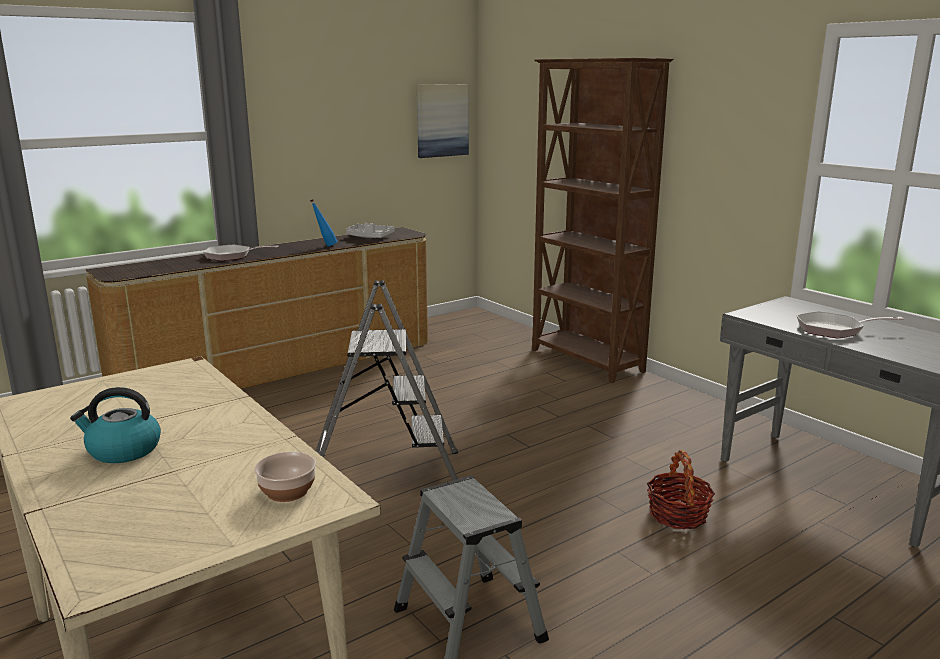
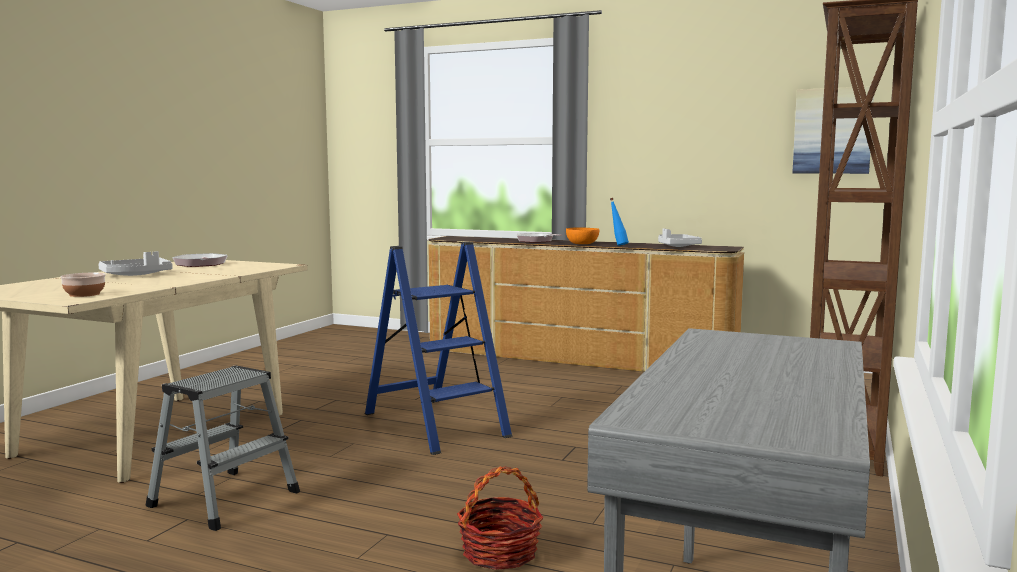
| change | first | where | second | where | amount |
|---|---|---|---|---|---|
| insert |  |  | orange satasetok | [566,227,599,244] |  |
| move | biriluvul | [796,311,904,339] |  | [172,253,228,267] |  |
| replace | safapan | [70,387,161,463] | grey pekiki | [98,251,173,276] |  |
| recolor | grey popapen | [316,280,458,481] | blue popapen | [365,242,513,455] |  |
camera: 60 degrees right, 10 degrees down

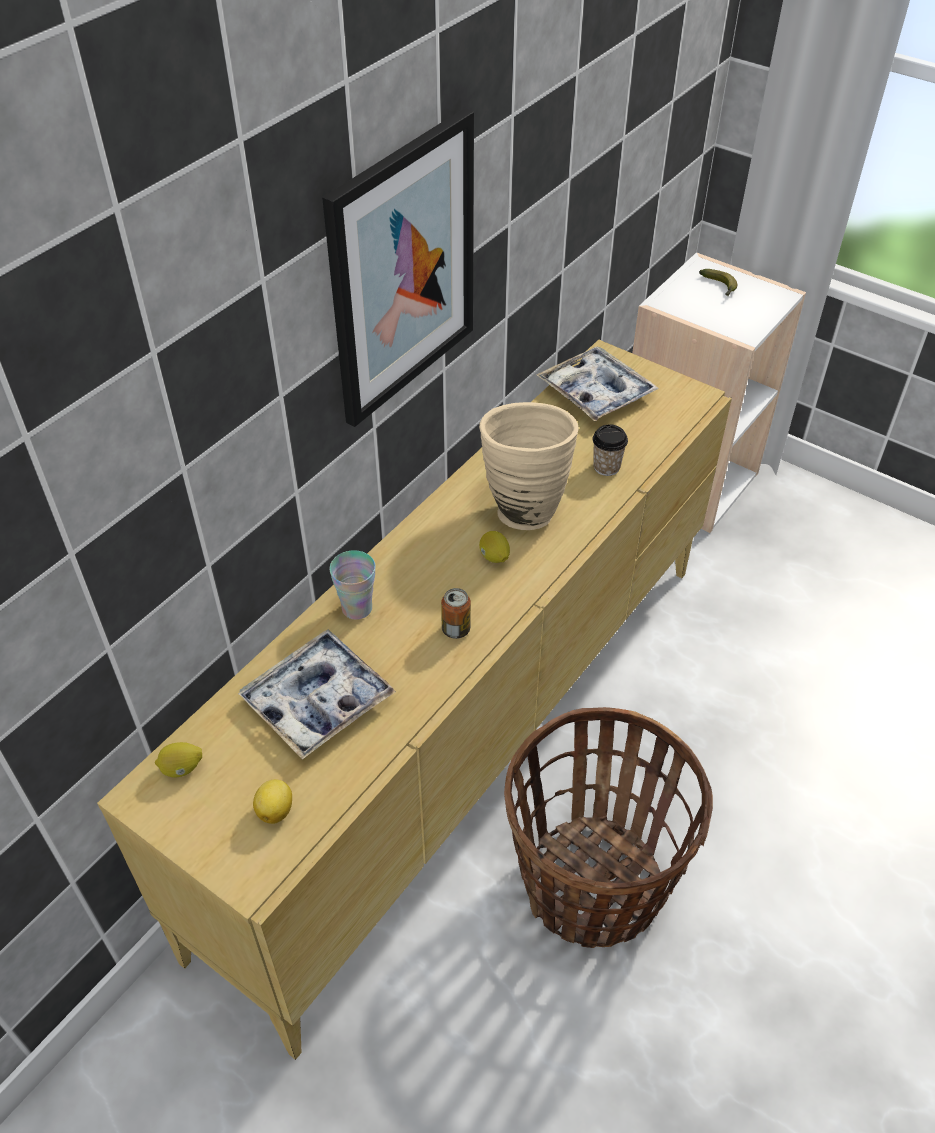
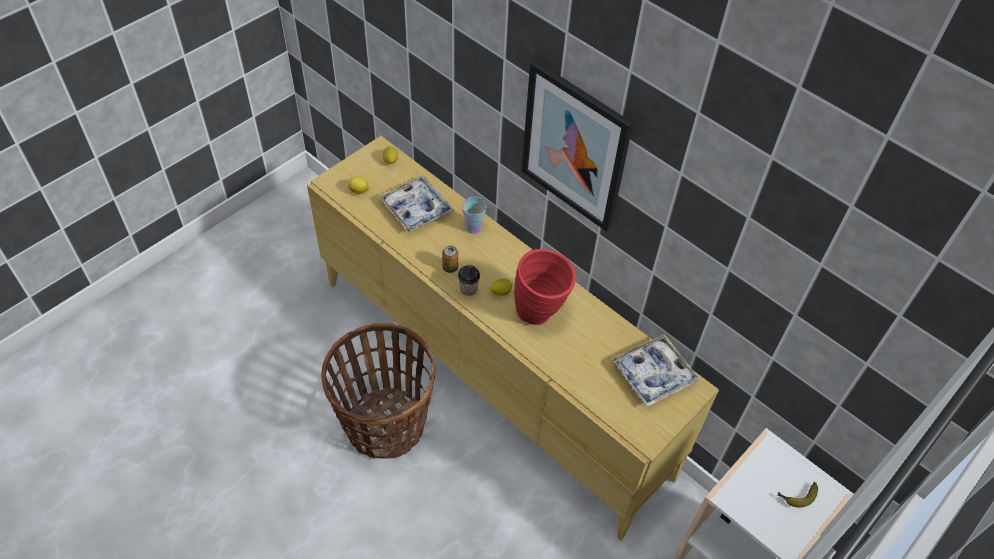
| change | first | where | second | where | amount |
|---|---|---|---|---|---|
| move | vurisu | [593,425,628,476] |  | [458,265,480,296] |  |
| recolor | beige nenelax | [479,402,579,530] | red nenelax | [514,249,576,325] |  |
camera: 95 degrees right, 5 degrees up

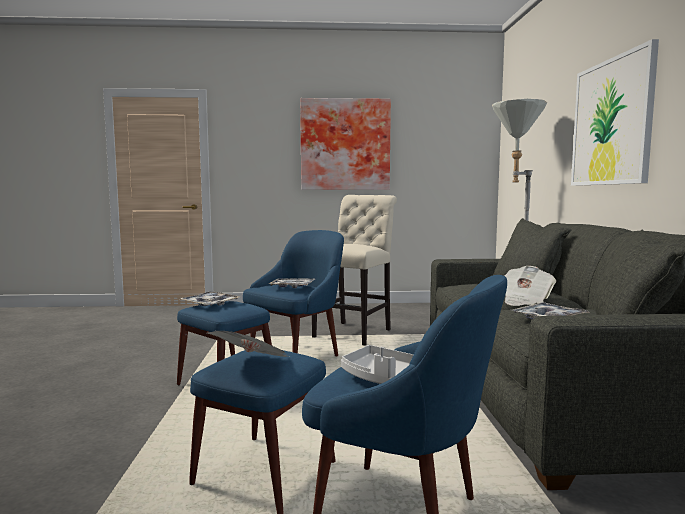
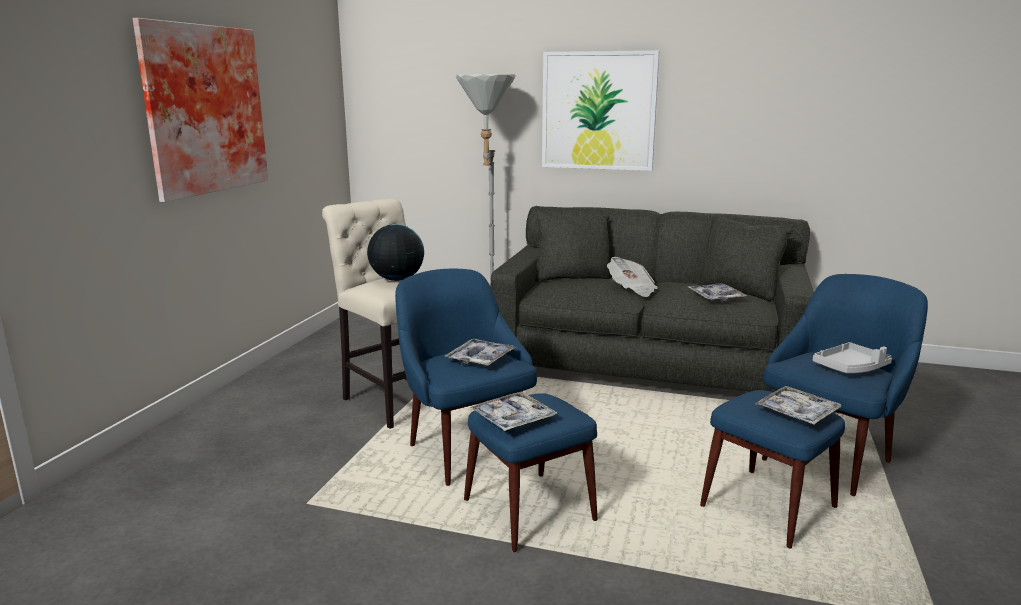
| change | first | where | second | where | amount |
|---|---|---|---|---|---|
| insert |  |  | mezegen | [367,224,424,281] |  |
| replace | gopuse | [207,331,288,357] | pekiki | [756,386,842,425] |  |
camera: 70 degrees left, 10 degrees up

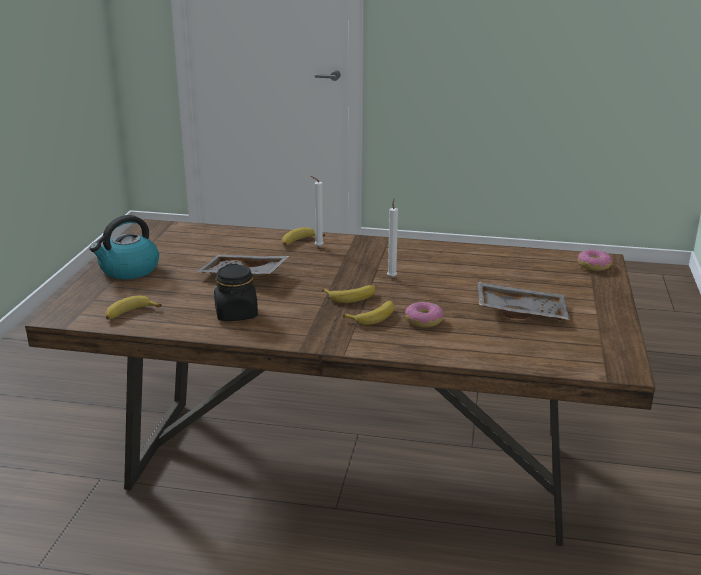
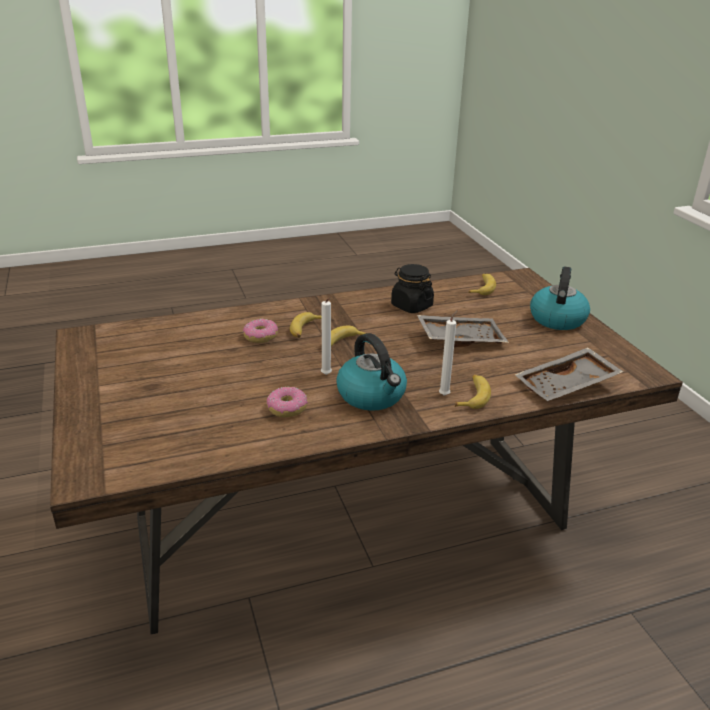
| change | first | where | second | where | amount |
|---|---|---|---|---|---|
| insert |  |  | safapan | [336,333,407,411] |  |
| move | grey pekiki | [477,282,570,321] |  | [515,347,624,401] |  |
| move | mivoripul | [578,250,612,271] |  | [266,387,308,418] |  |
camera: 150 degrees right, 5 degrees up

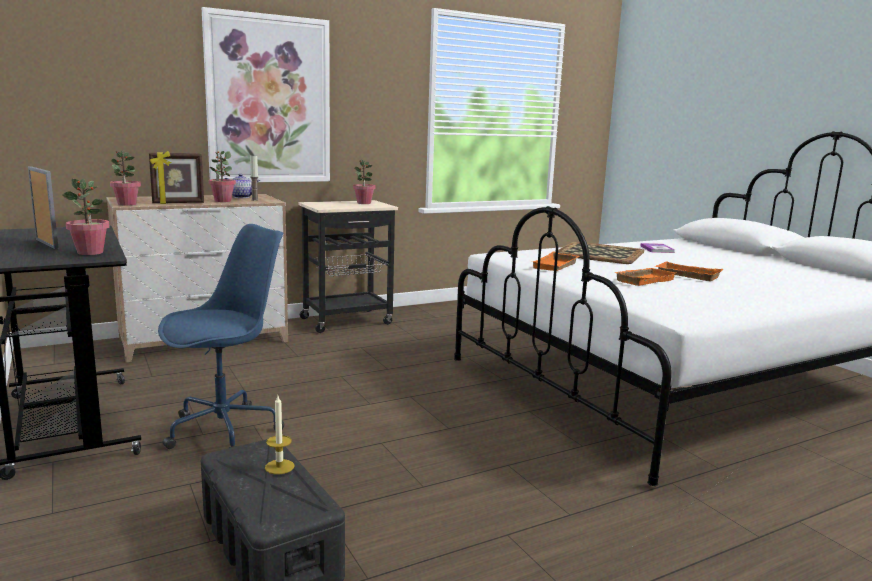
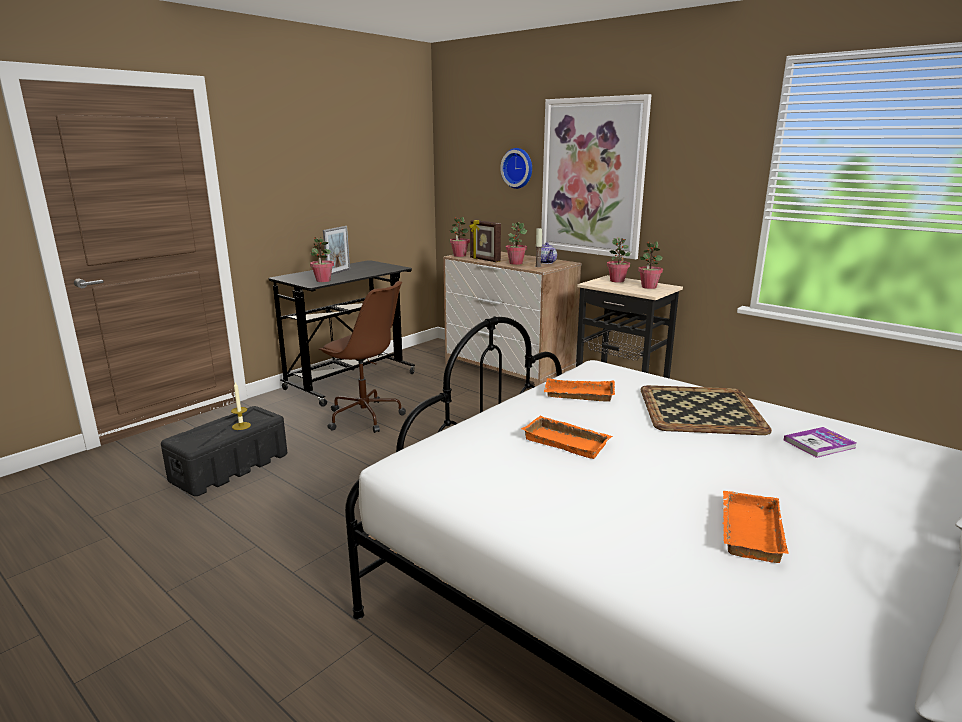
| change | first | where | second | where | amount |
|---|---|---|---|---|---|
| insert |  |  | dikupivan | [500,148,532,189] |  |
| insert |  |  | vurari | [607,237,631,283] |  |
| move | orange pekiki | [655,261,723,281] |  | [723,491,789,563] |  |
| recolor | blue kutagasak | [158,224,285,449] | brown kutagasak | [319,281,406,433] |  |
camera: 70 degrees right, 5 degrees up

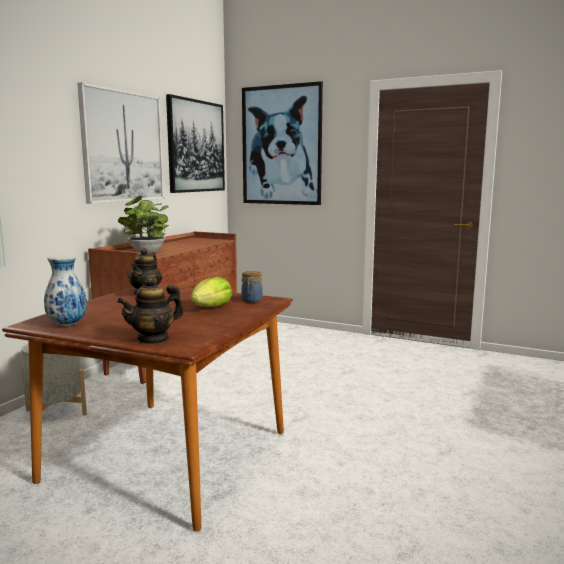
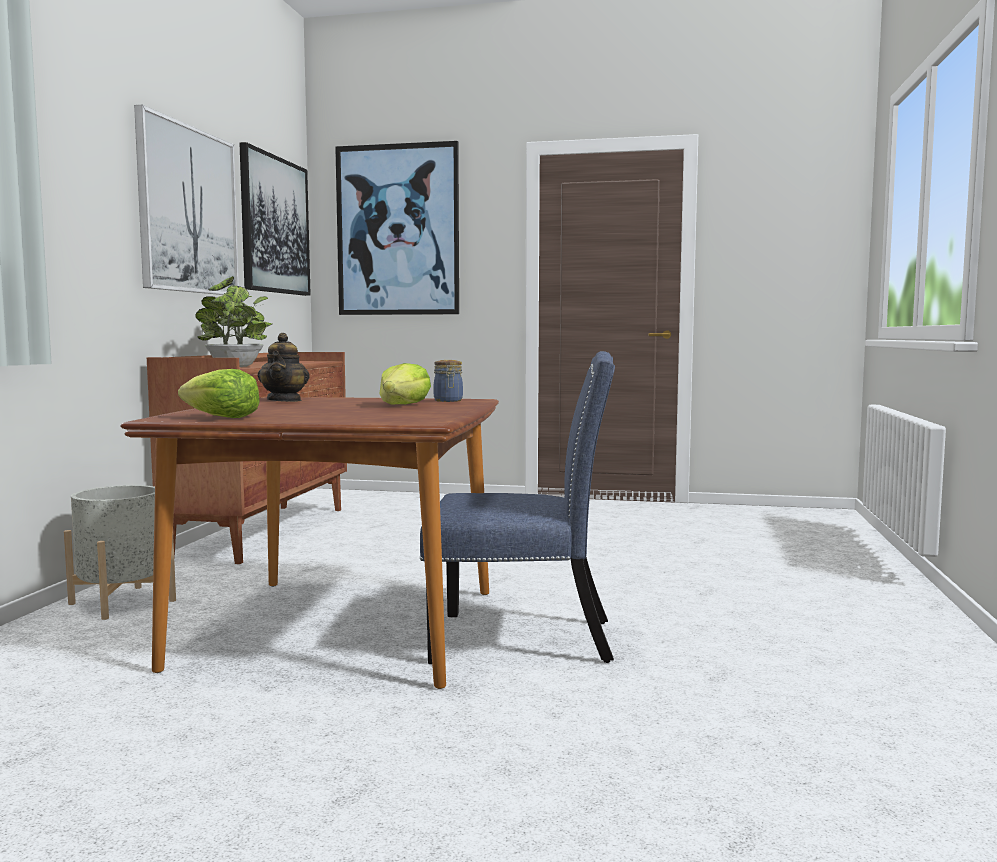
| change | first | where | second | where | amount |
|---|---|---|---|---|---|
| delete | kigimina | [117,277,184,344] |  |  |  |
| insert |  |  | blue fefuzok | [420,351,615,664] |  |
| replace | nenelax | [44,255,87,326] | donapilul | [178,369,259,418] |  |
camera: 15 degrees left, 5 degrees down

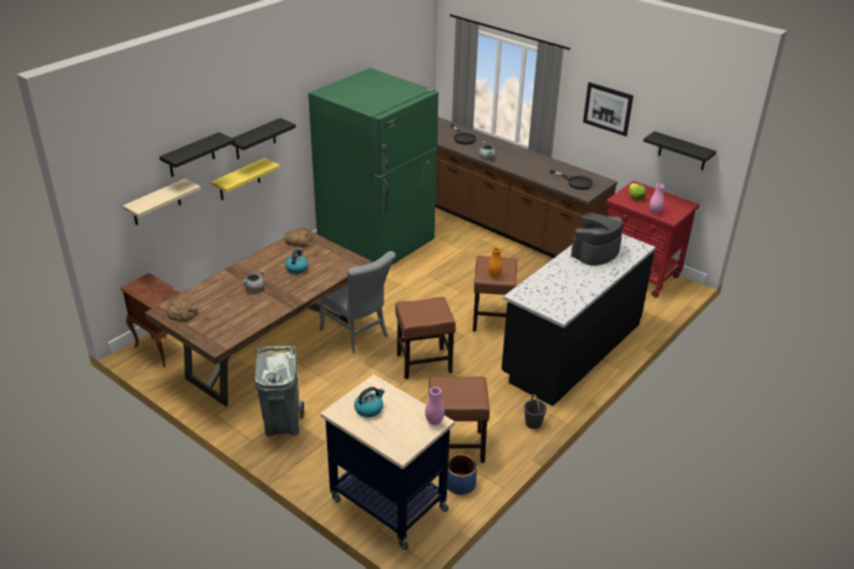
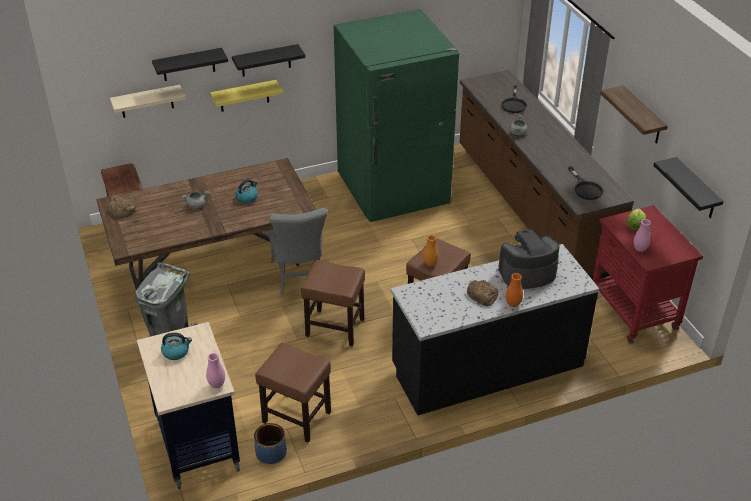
| change | first | where | second | where | amount |
|---|---|---|---|---|---|
| delete | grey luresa | [524,394,547,429] |  |  |  |
| insert |  |  | orange nenelax | [506,273,523,307] |  |
| move | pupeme | [284,229,311,247] |  | [467,280,499,306] |  |
| replace | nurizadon | [583,82,633,136] | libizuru | [600,85,668,144] |  |
camera: 30 degrees right, 5 degrees up

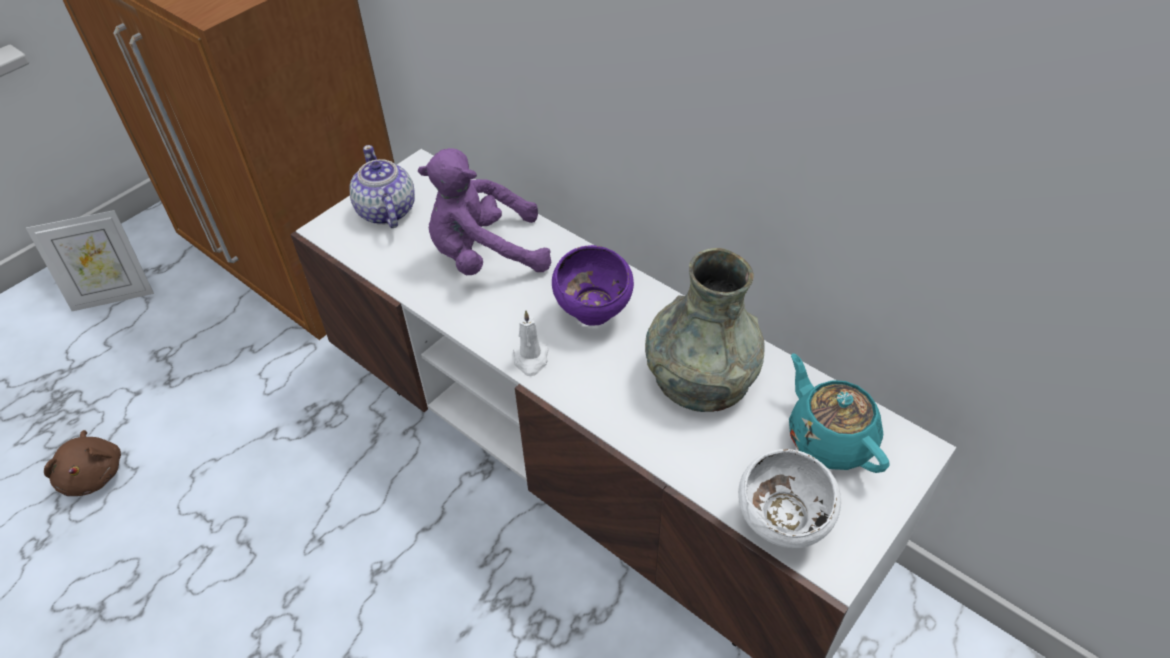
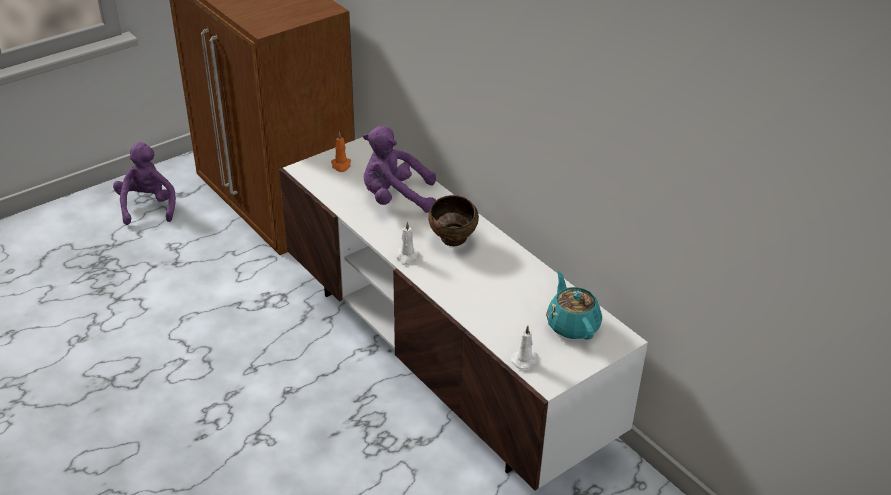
| change | first | where | second | where | amount |
|---|---|---|---|---|---|
| delete | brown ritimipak | [44,430,121,496] |  |  |  |
| delete | grey nenelax | [645,248,765,412] |  |  |  |
| replace | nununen | [26,210,154,311] | purple ritimipak | [113,142,176,225] |  |
| replace | kigimina | [350,145,415,228] | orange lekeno | [331,132,351,172] |  |
| replace | white satasetok | [738,449,841,548] | white lekeno | [511,325,539,369] |  |
| recolor | purple satasetok | [552,245,634,326] | brown satasetok | [428,195,479,247] |  |
camera: 10 degrees right, 10 degrees down

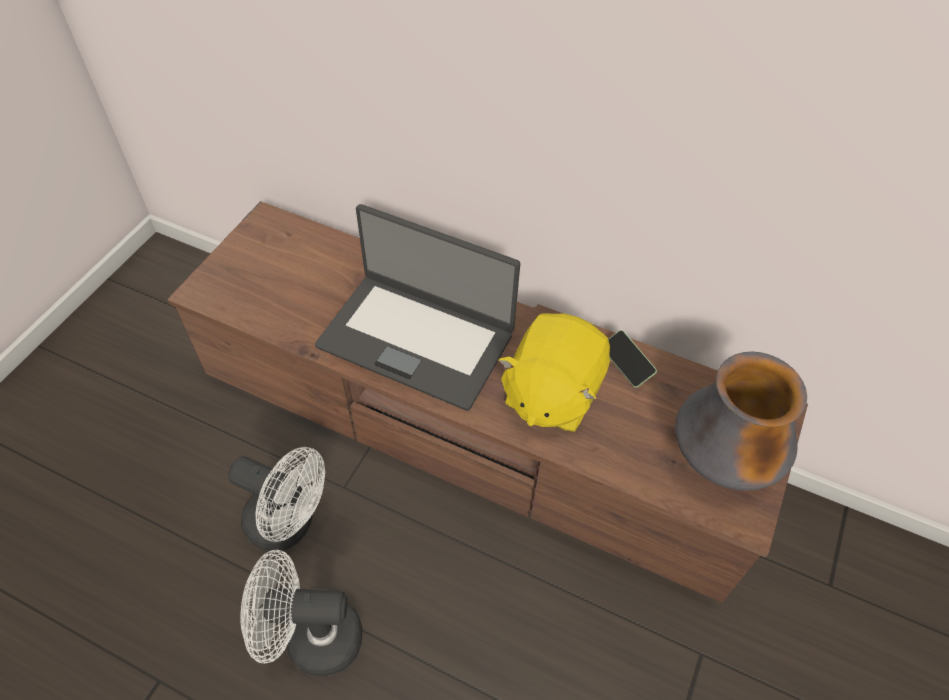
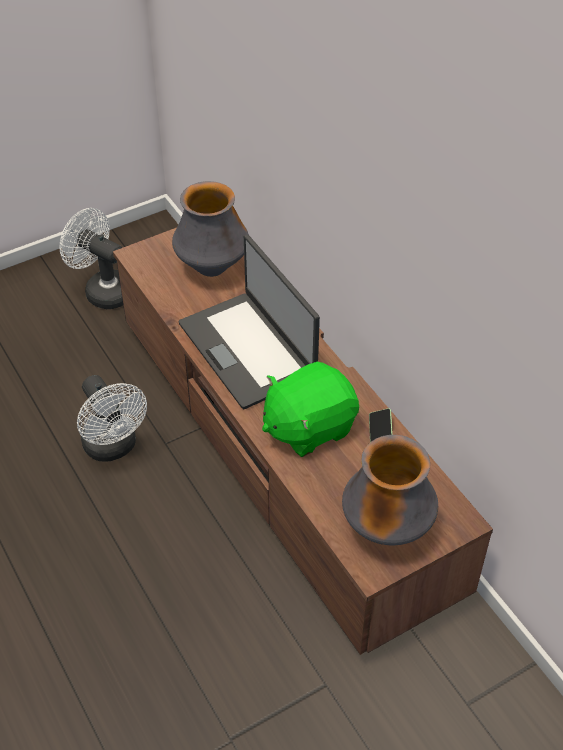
| change | first | where | second | where | amount |
|---|---|---|---|---|---|
| insert |  |  | nenelax | [172,181,249,277] |  |
| move | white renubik | [240,550,362,676] |  | [60,208,123,309] |  |
| recolor | yellow ritimipak | [498,313,610,432] | green ritimipak | [262,362,359,457] |  |
camera: 35 degrees right, 5 degrees down

